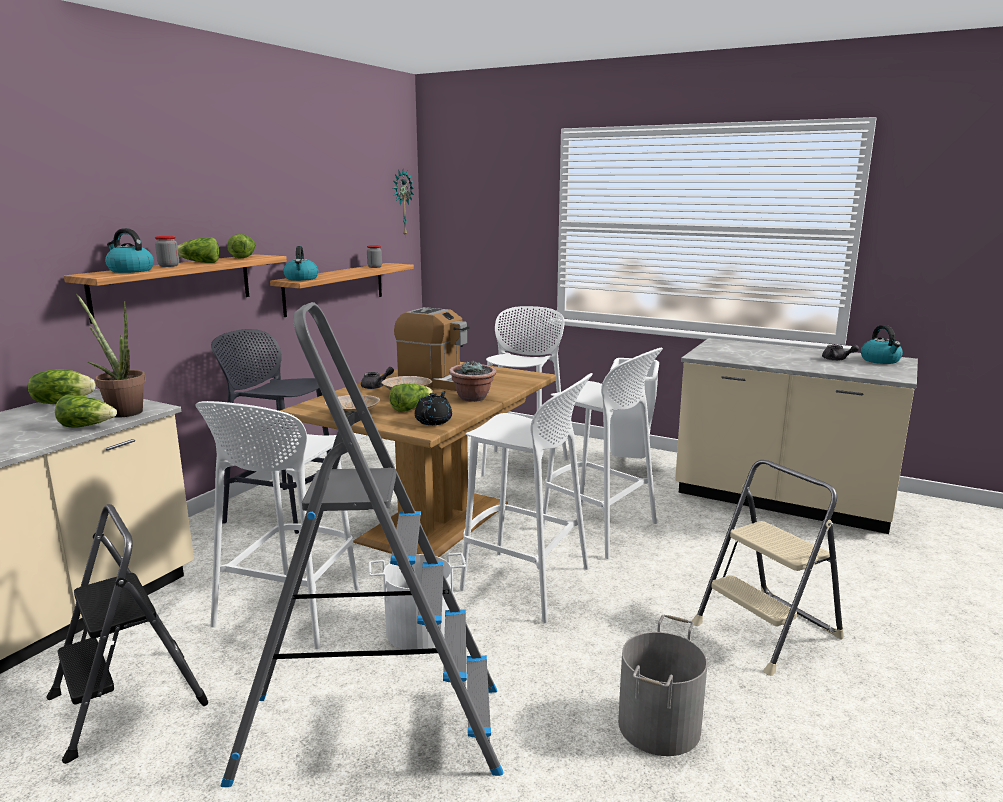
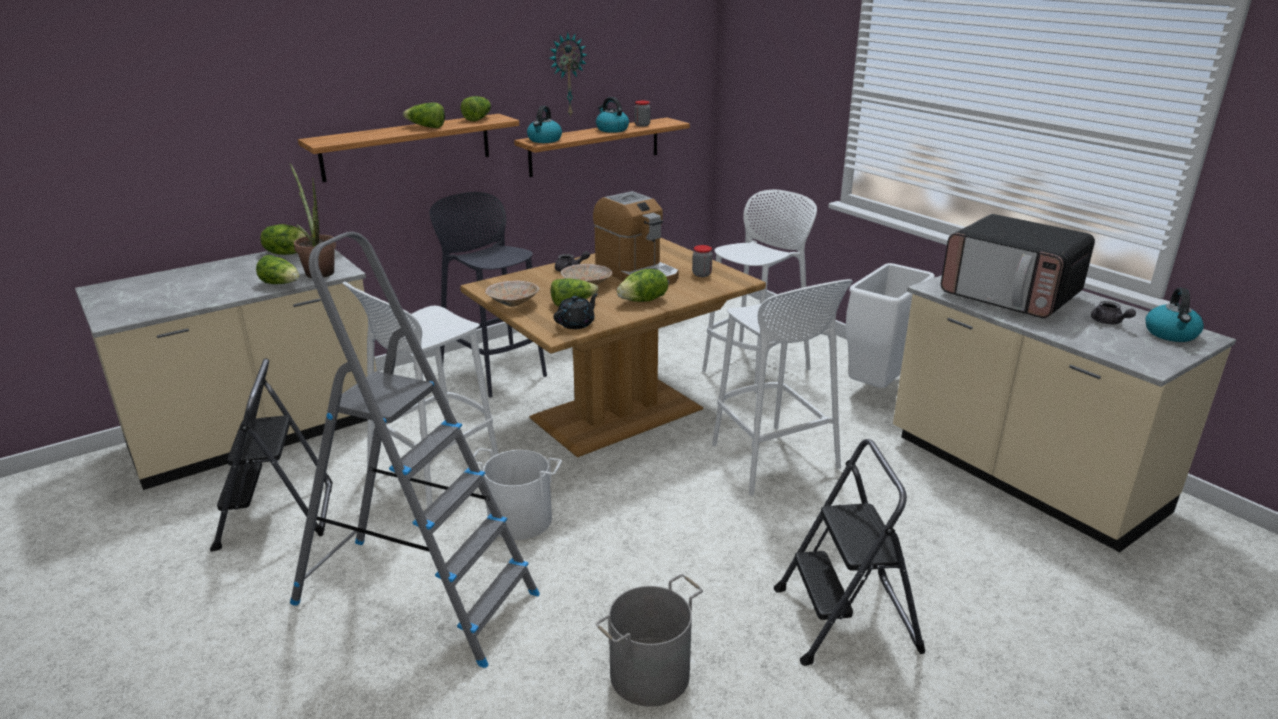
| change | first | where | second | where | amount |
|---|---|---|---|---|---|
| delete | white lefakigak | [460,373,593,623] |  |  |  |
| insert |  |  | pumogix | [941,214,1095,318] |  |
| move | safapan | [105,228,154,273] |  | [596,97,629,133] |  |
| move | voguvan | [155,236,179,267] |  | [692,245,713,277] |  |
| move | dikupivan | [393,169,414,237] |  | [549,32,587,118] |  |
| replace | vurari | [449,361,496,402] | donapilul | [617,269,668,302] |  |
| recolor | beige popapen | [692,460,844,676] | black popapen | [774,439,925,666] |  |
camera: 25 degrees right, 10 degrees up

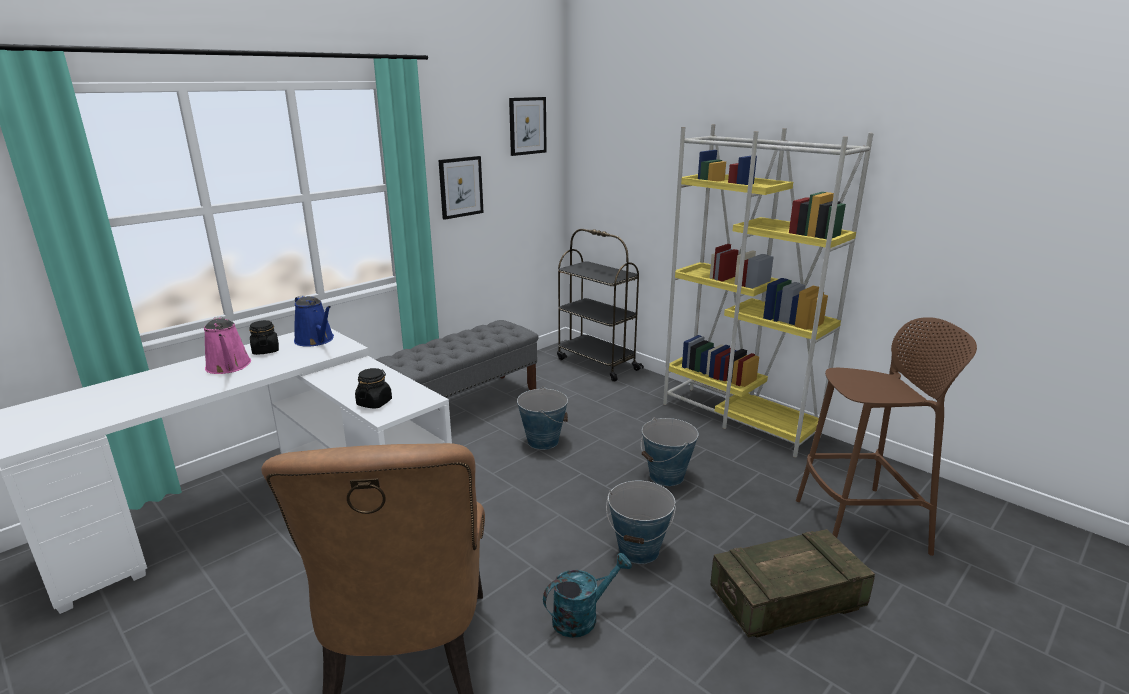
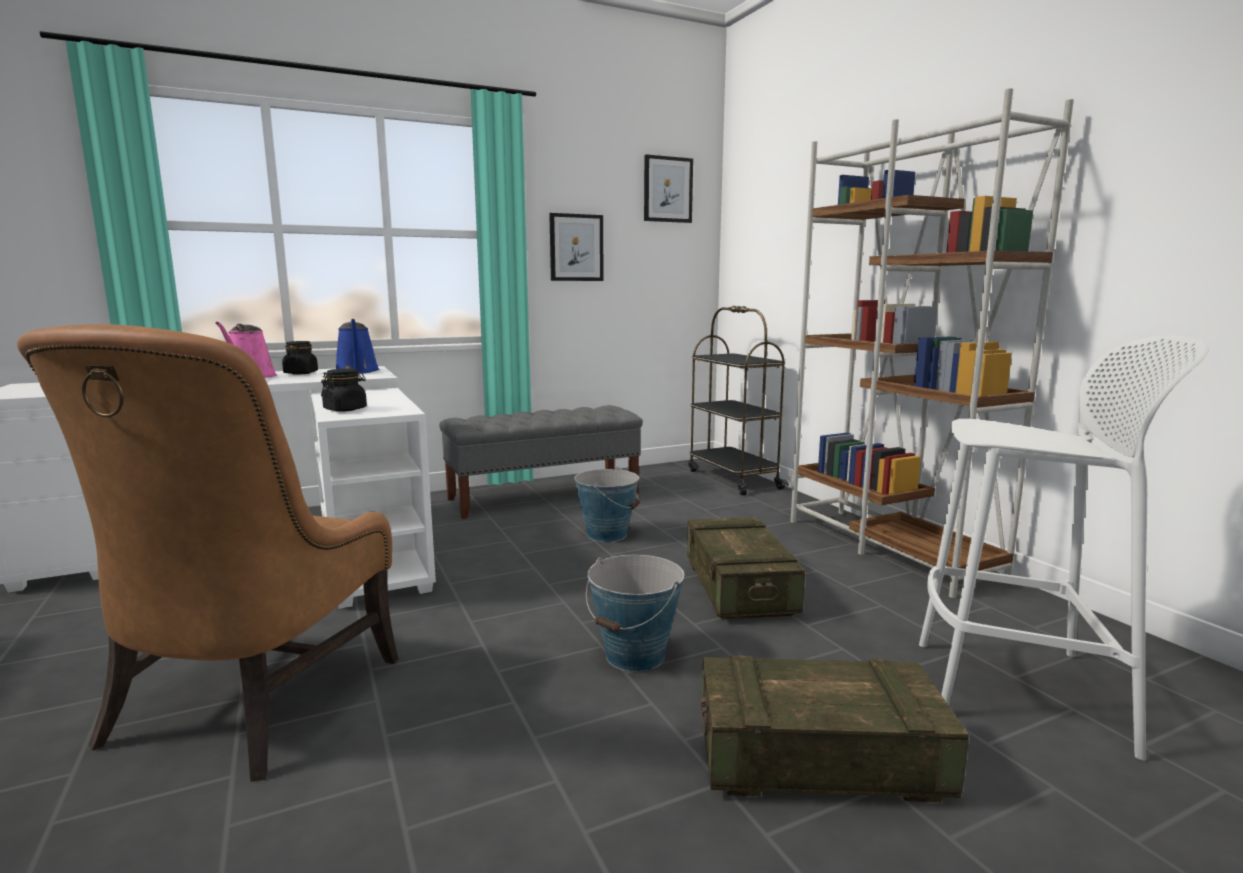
| change | first | where | second | where | amount |
|---|---|---|---|---|---|
| delete | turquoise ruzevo | [543,553,632,638] |  |  |  |
| replace | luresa | [641,417,698,486] | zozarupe | [687,517,805,619] |  |
| recolor | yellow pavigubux | [663,124,874,458] | brown pavigubux | [791,88,1074,598] |  |
| recolor | brown lefakigak | [796,317,977,556] | white lefakigak | [919,335,1209,760] |  |
camera: 20 degrees right, 10 degrees down

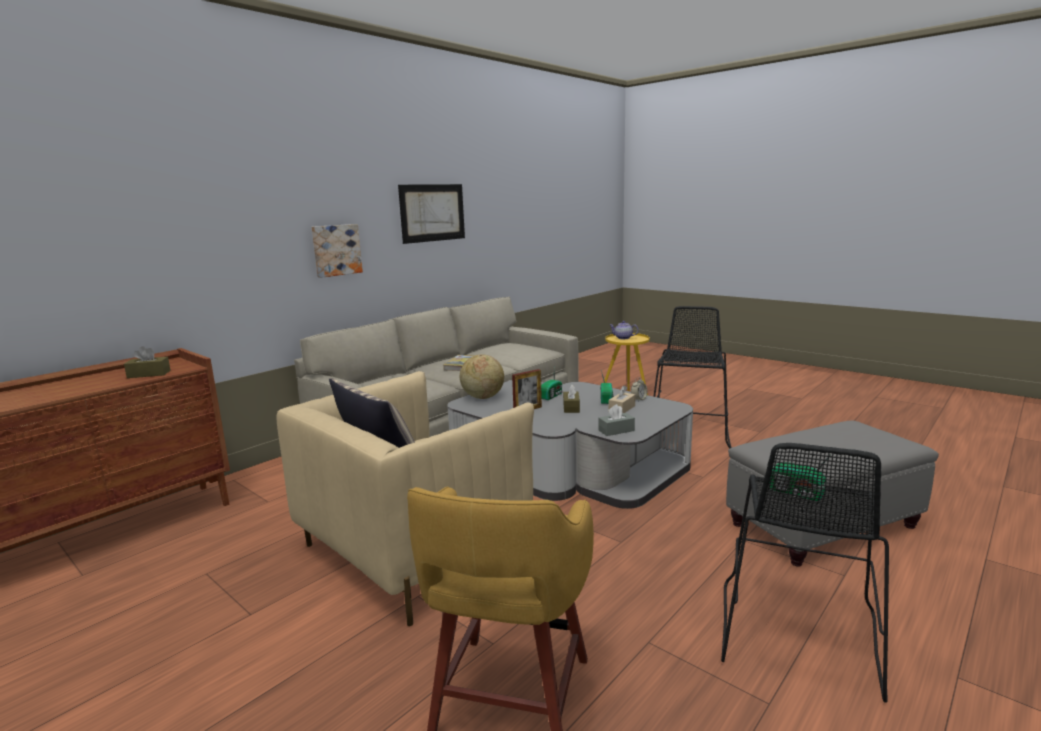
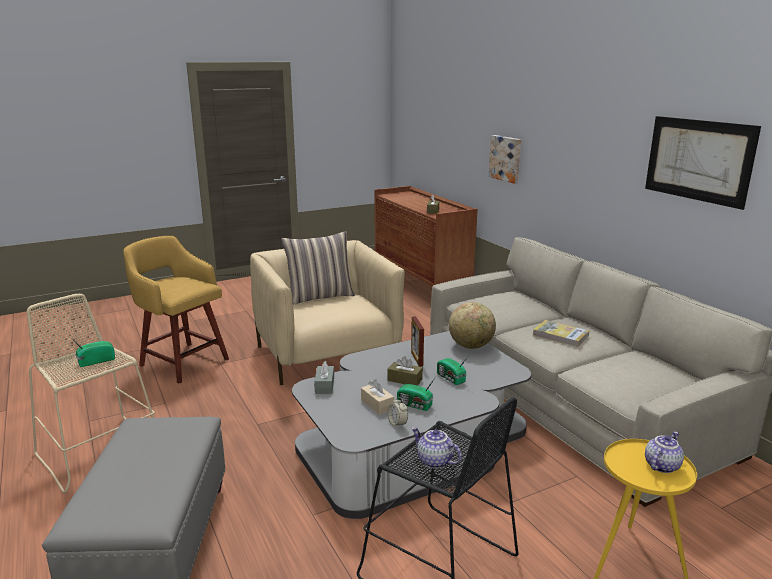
| change | first | where | second | where | amount |
|---|---|---|---|---|---|
| insert |  |  | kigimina | [411,427,462,469] |  |
| move | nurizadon | [312,224,363,278] |  | [488,135,521,184] |  |
| recolor | black lefakigak | [721,443,889,703] | beige lefakigak | [27,294,155,493] |  |
camera: 110 degrees right, 5 degrees up

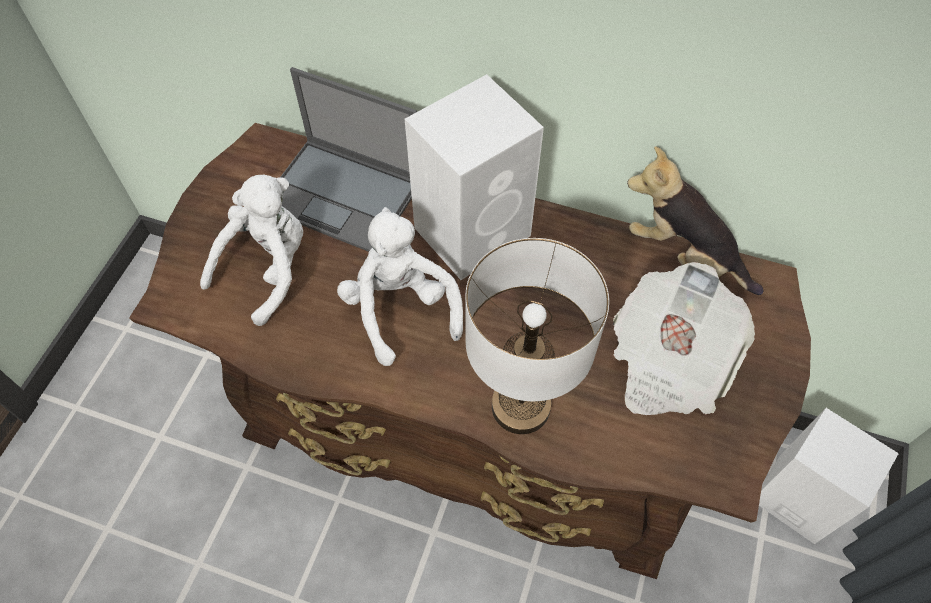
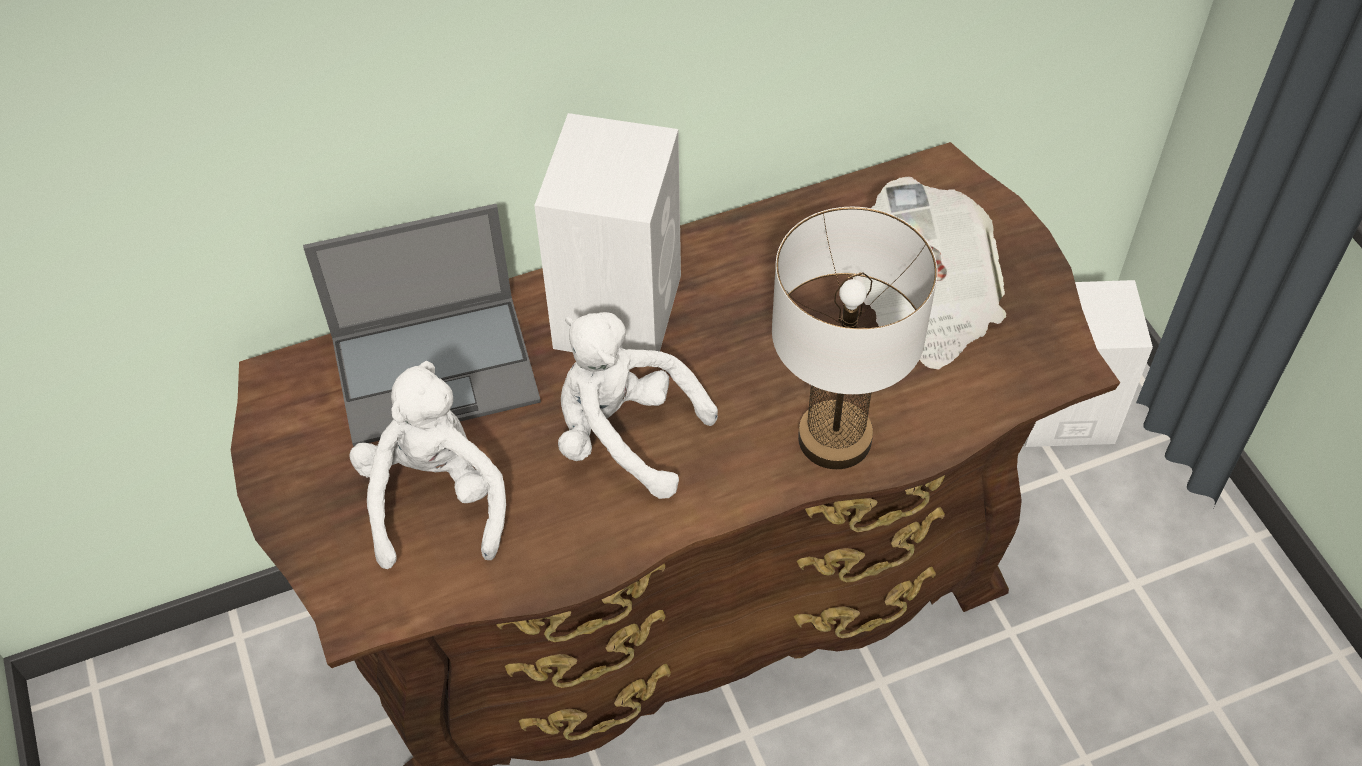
| change | first | where | second | where | amount |
|---|---|---|---|---|---|
| delete | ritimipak | [627,146,764,295] |  |  |  |
camera: 40 degrees left, 5 degrees down

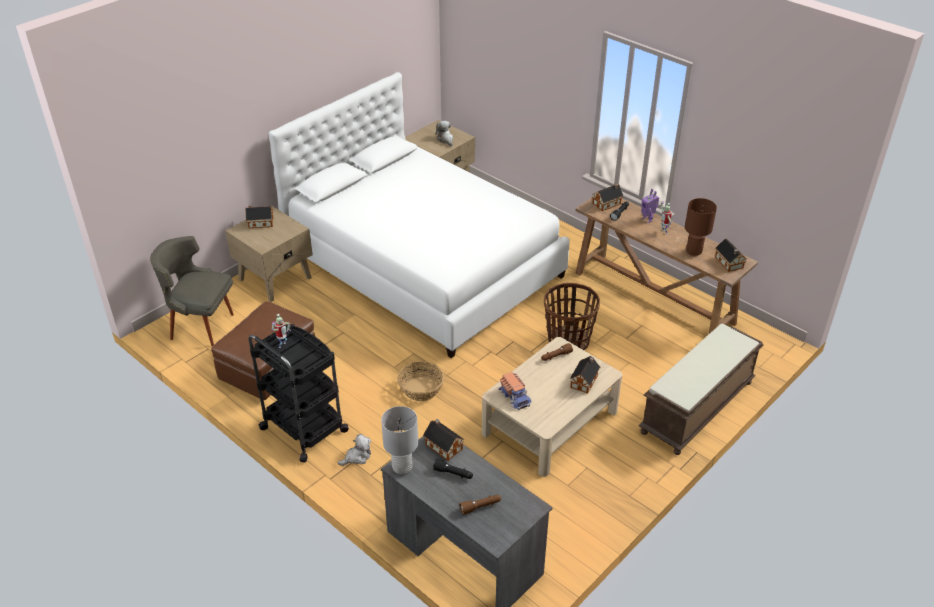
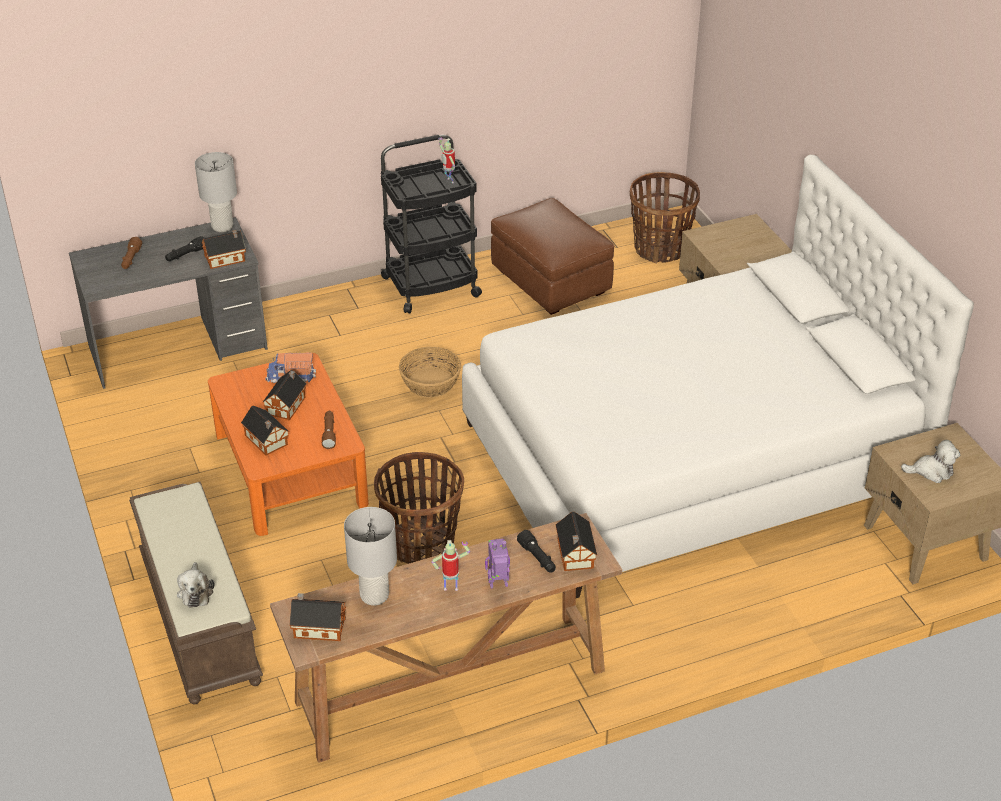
| change | first | where | second | where | amount |
|---|---|---|---|---|---|
| move | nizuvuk | [245,204,273,228] |  | [263,370,307,421] |  |
| move | ritimipak | [338,434,371,466] |  | [177,562,214,608] |  |
| replace | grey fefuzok | [150,236,234,346] | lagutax | [630,172,700,263] |  |
| recolor | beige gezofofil | [482,337,622,477] | orange gezofofil | [208,353,369,536] |  |
| recolor | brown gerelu | [685,198,717,256] | grey gerelu | [344,507,397,606] |  |
camera: 115 degrees right, 0 degrees up

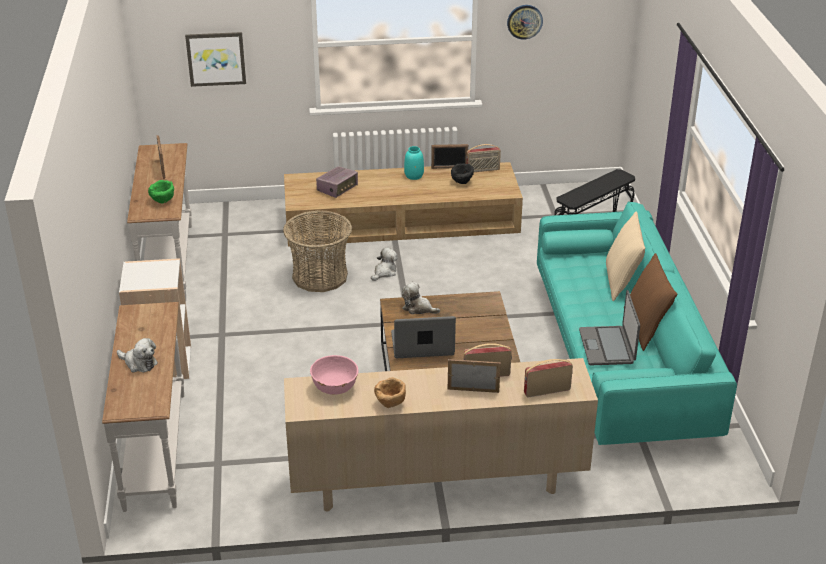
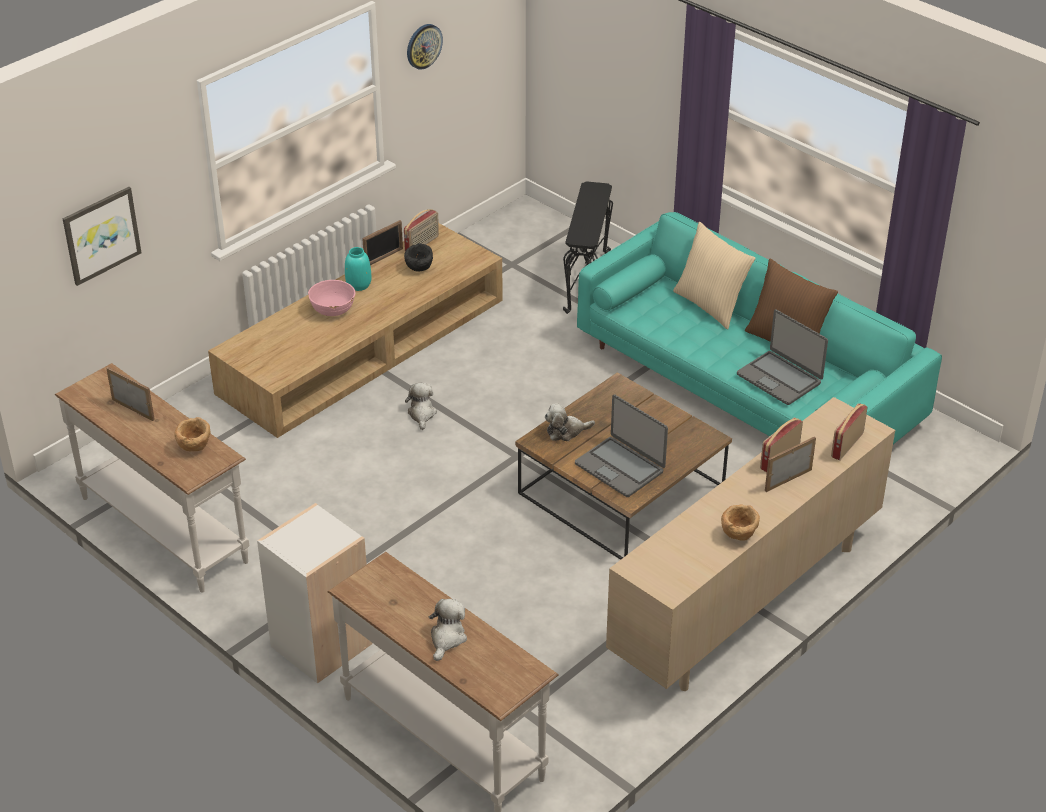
| change | first | where | second | where | amount |
|---|---|---|---|---|---|
| delete | lagutax | [283,211,352,292] |  |  |  |
| delete | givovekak | [316,166,358,198] |  |  |  |
| move | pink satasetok | [310,355,358,395] |  | [308,280,355,316] |  |
| recolor | green satasetok | [148,180,174,204] | brown satasetok | [174,417,211,452] |  |
| rotate | ritimipak | [117,338,158,372] |  | [429,599,467,661] | 60 degrees counterclockwise |
| rotate | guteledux | [391,316,456,358] |  | [575,394,668,497] | 90 degrees counterclockwise |
camera: 40 degrees left, 5 degrees up

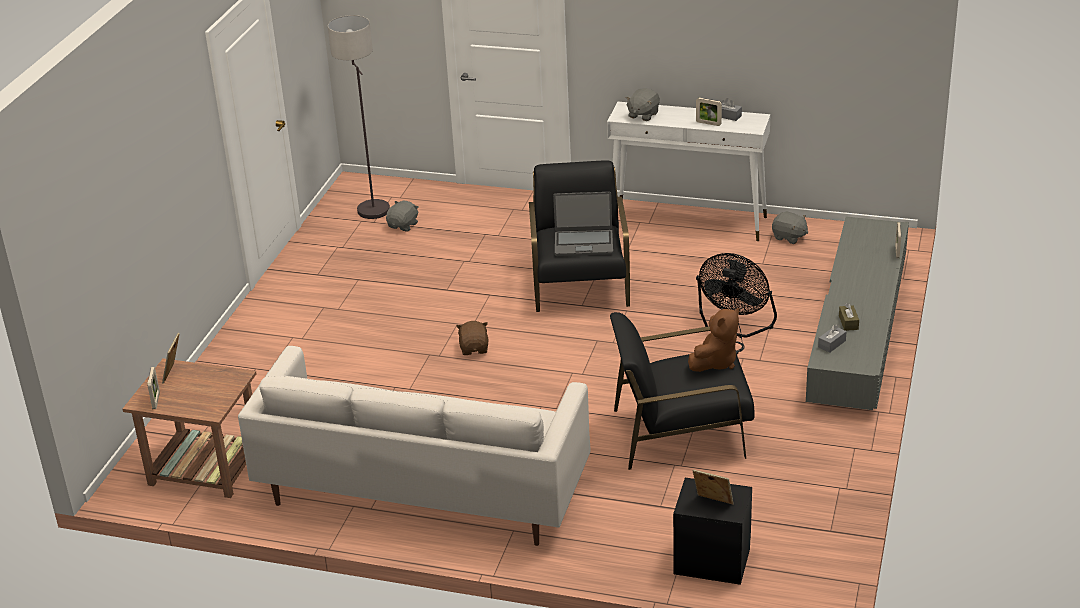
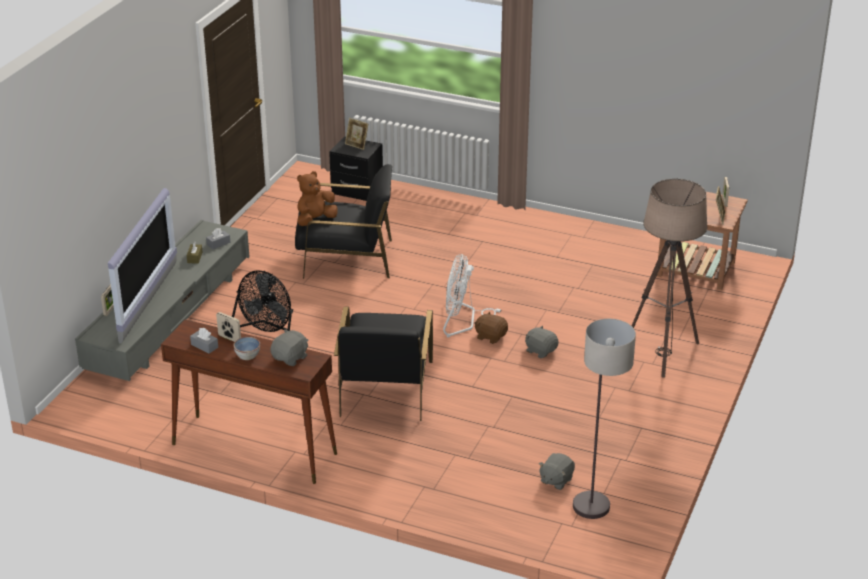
| change | first | where | second | where | amount |
|---|---|---|---|---|---|
| delete | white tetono | [238,346,591,546] |  |  |  |
| delete | guteledux | [553,192,613,256] |  |  |  |
| insert |  |  | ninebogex | [108,188,177,344] |  |
| insert |  |  | satasetok | [233,337,260,360] |  |
| insert |  |  | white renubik | [443,254,502,338] |  |
| insert |  |  | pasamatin | [632,179,707,377] |  |
| move | grey ritimipak | [772,212,808,244] |  | [525,325,559,359] |  |
| recolor | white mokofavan | [607,102,771,241] | brown mokofavan | [161,319,337,484] |  |
| rotate | brown ritimipak | [456,321,489,355] |  | [475,311,508,344] | 120 degrees clockwise |
camera: 175 degrees left, 0 degrees up

